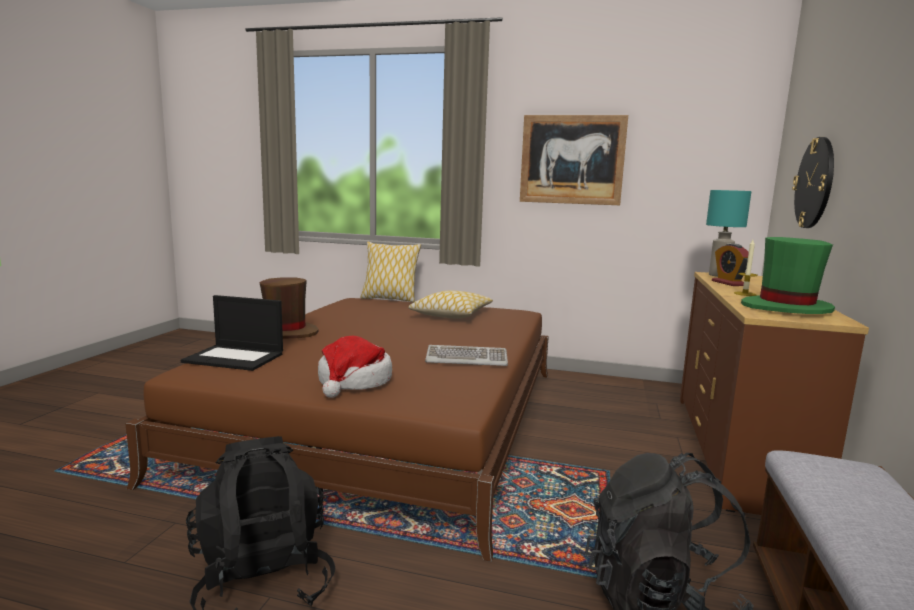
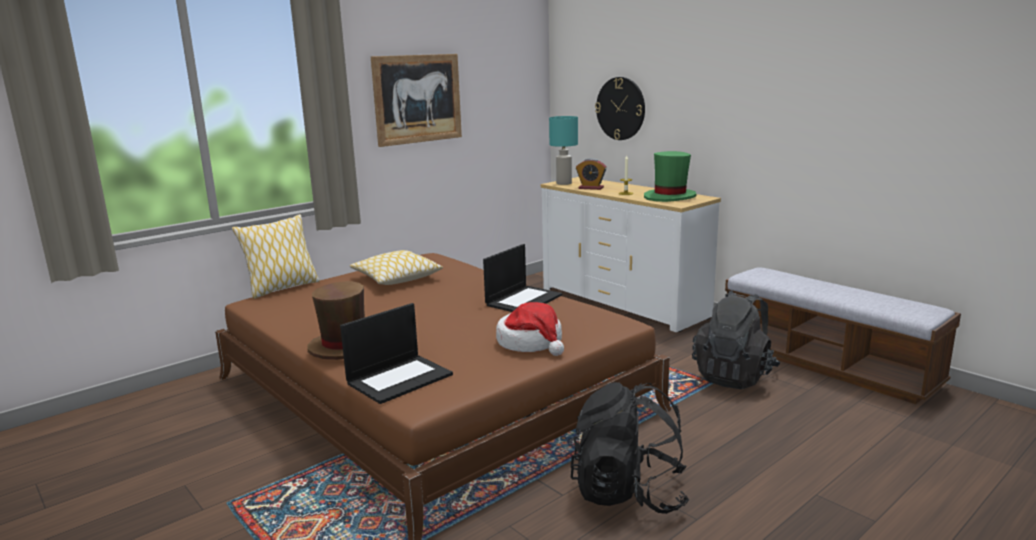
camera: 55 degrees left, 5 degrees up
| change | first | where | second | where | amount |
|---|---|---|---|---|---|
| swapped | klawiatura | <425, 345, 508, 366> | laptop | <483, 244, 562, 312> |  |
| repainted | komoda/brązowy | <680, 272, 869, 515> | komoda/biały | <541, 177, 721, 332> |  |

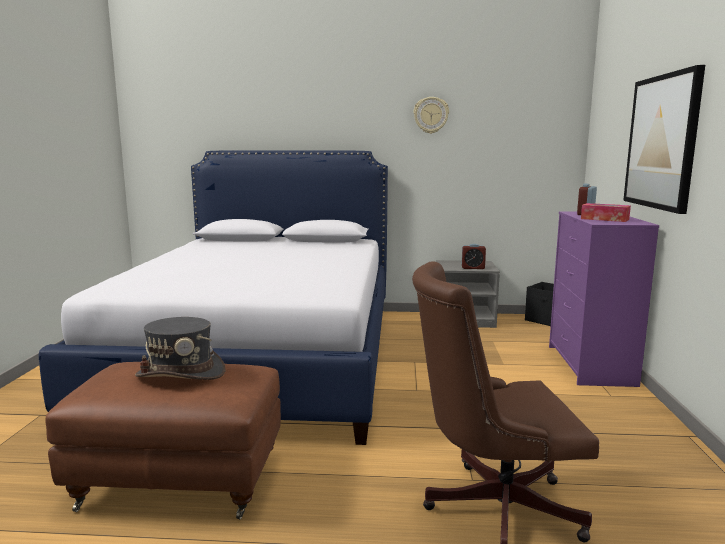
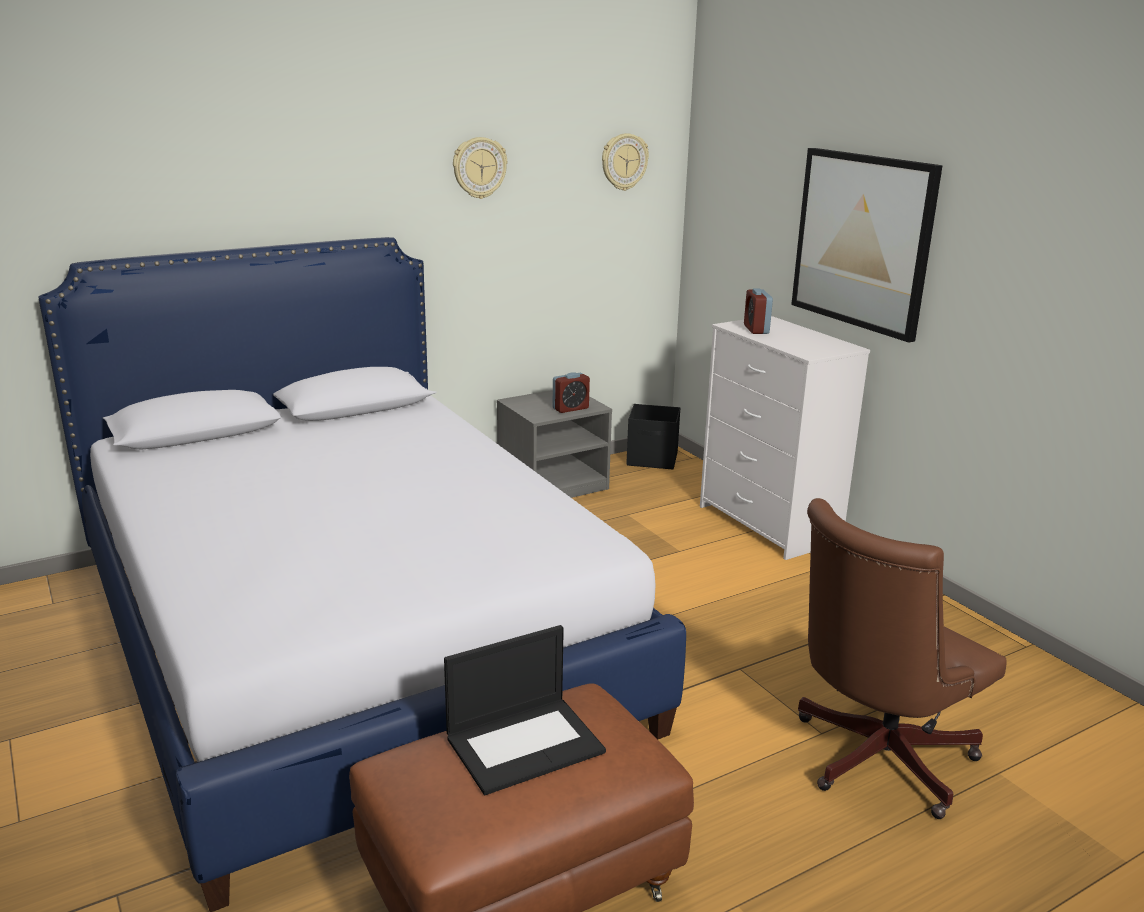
camera: 35 degrees left, 10 degrees up
| change | first | where | second | where | amount |
|---|---|---|---|---|---|
| swapped | kapelusz/szary | <135, 317, 225, 380> | laptop | <444, 625, 606, 795> |  |
| new |  |  | zegar ścienny | <602, 133, 649, 191> |  |
| repainted | komoda/fioletowy | <549, 211, 659, 387> | komoda/biały | <700, 316, 870, 560> |  |
| gone | pudełko chusteczek | <581, 203, 631, 222> |  |  |  |

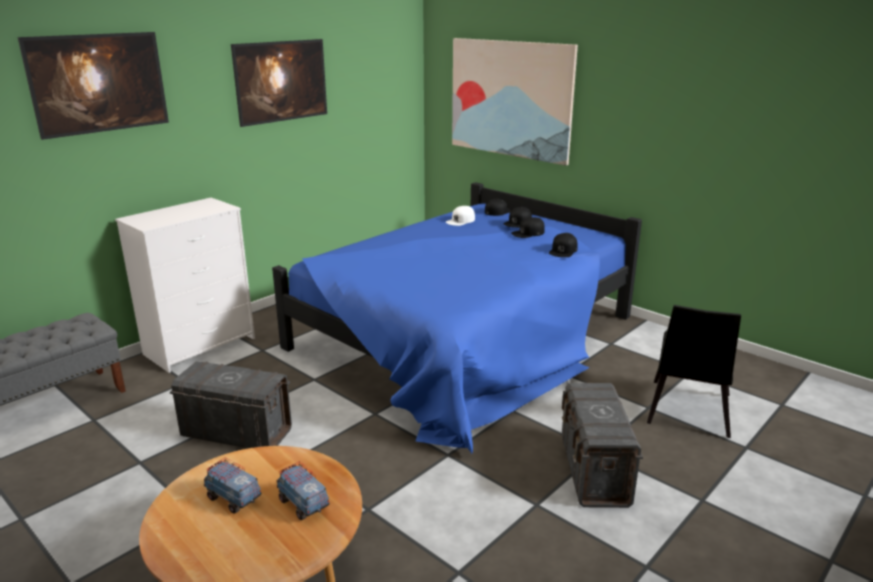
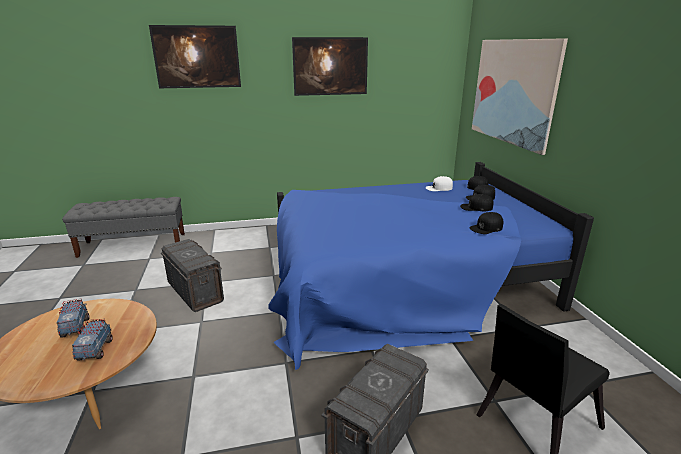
camera: 35 degrees right, 0 degrees up
| change | first | where | second | where | amount |
|---|---|---|---|---|---|
| gone | komoda/biały | <115, 198, 255, 373> |  |  |  |

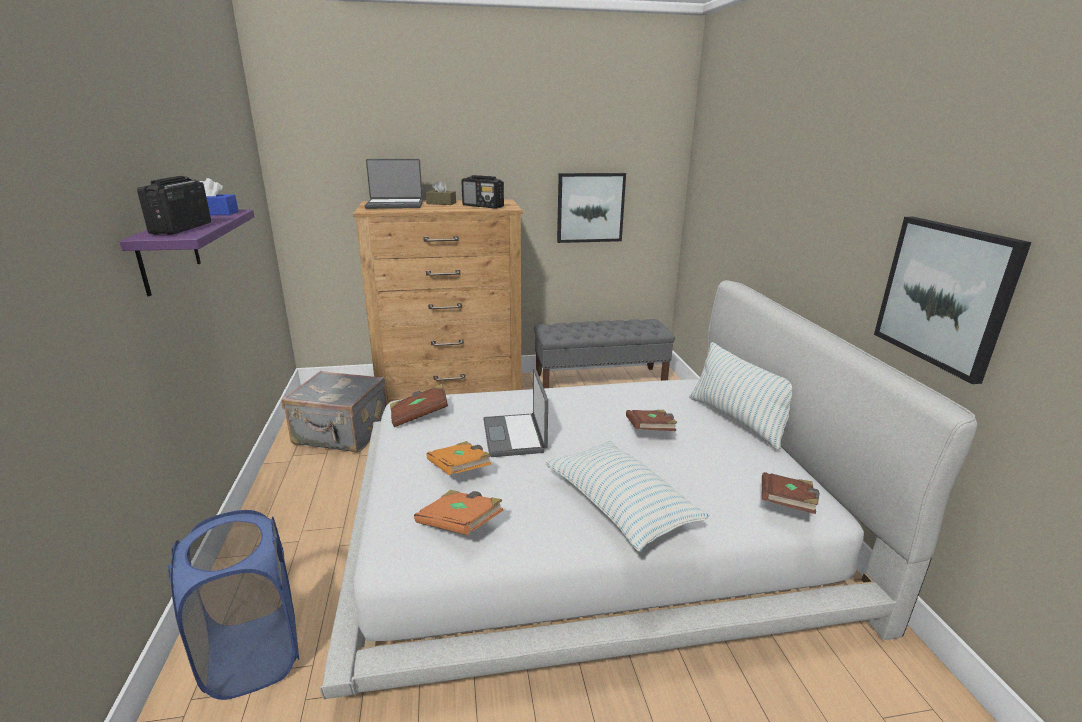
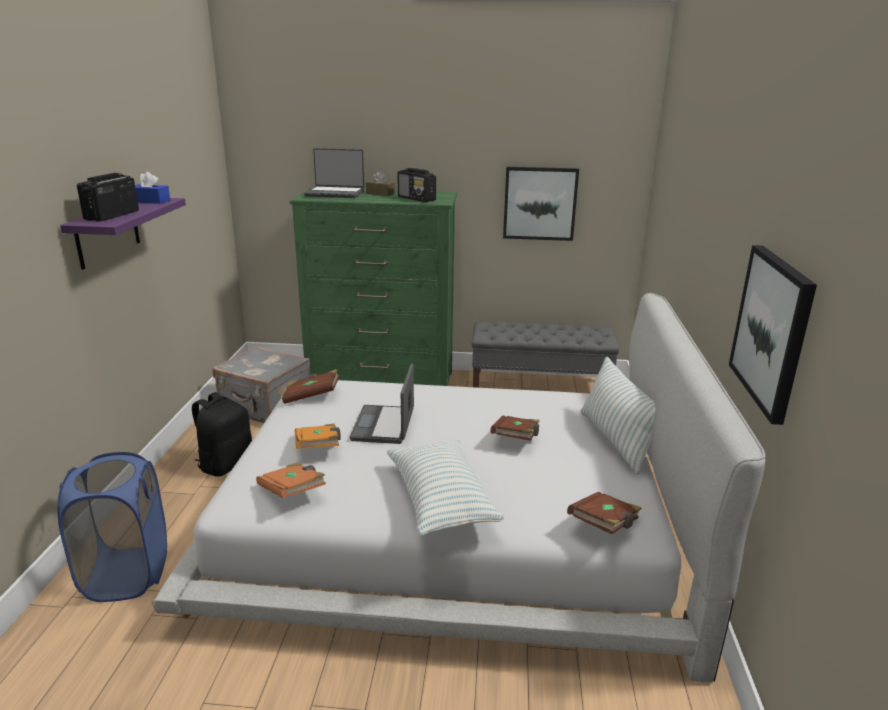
camera: 15 degrees right, 0 degrees up
| change | first | where | second | where | amount |
|---|---|---|---|---|---|
| new |  |  | plecak/czarny | <192, 392, 252, 476> |  |
| repainted | komoda/brązowy | <353, 199, 523, 405> | komoda/zielony | <290, 188, 457, 386> |  |

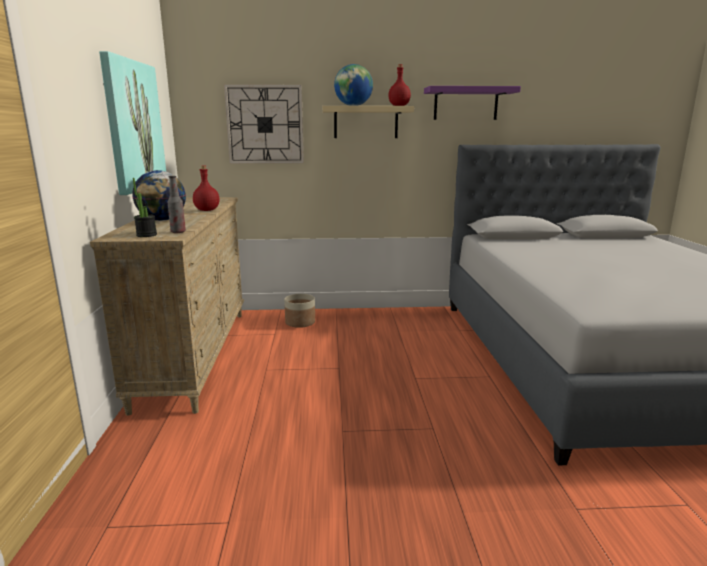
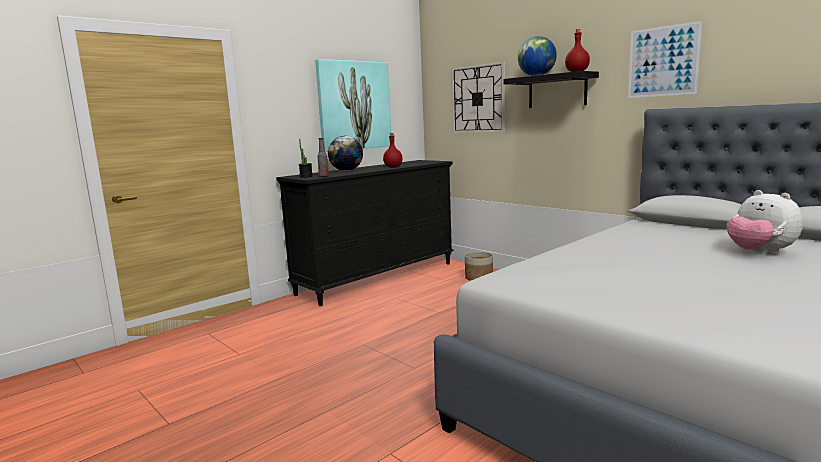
camera: 50 degrees right, 5 degrees down
| change | first | where | second | where | amount |
|---|---|---|---|---|---|
| repainted | komoda/beżowy | <90, 197, 244, 416> | komoda/czarny | <276, 160, 454, 306> |  |
| repainted | półka/beżowy | <323, 106, 414, 138> | półka/czarny | <503, 71, 599, 108> |  |
| swapped | półka/fioletowy | <424, 86, 521, 120> | obraz | <628, 21, 702, 98> |  |
| new |  |  | pluszak | <727, 190, 803, 254> |  |

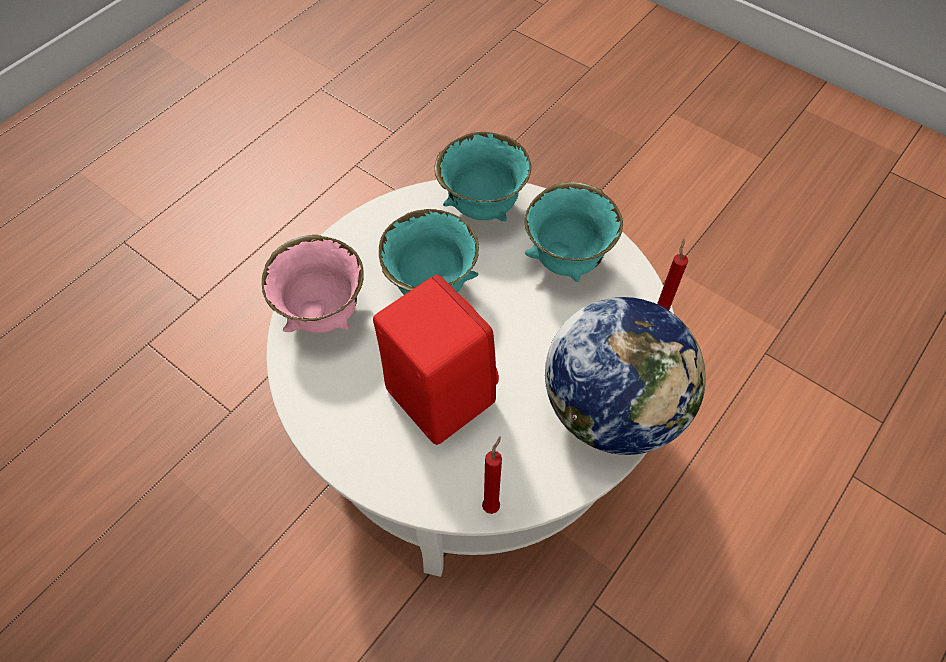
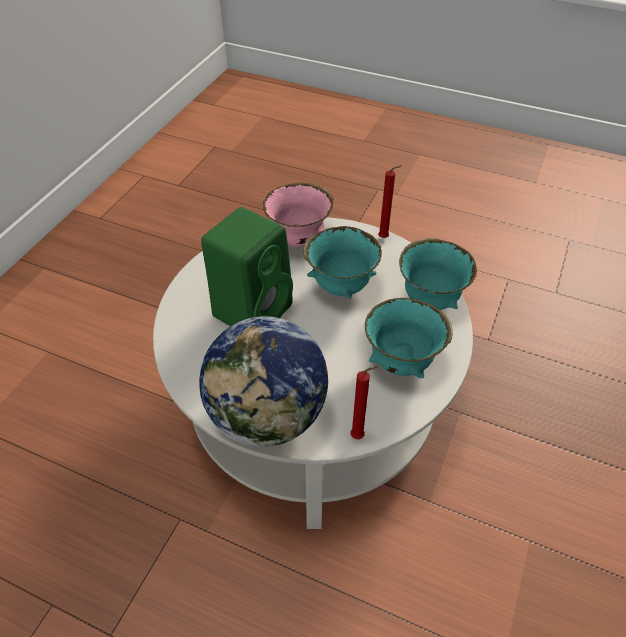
camera: 75 degrees right, 10 degrees down
| change | first | where | second | where | amount |
|---|---|---|---|---|---|
| repainted | głośnik/czerwony | <373, 275, 499, 445> | głośnik/zielony | <201, 207, 293, 326> |  |
| shifted | świeca/czerwony | <482, 436, 502, 514> |  | <378, 166, 401, 238> |  |

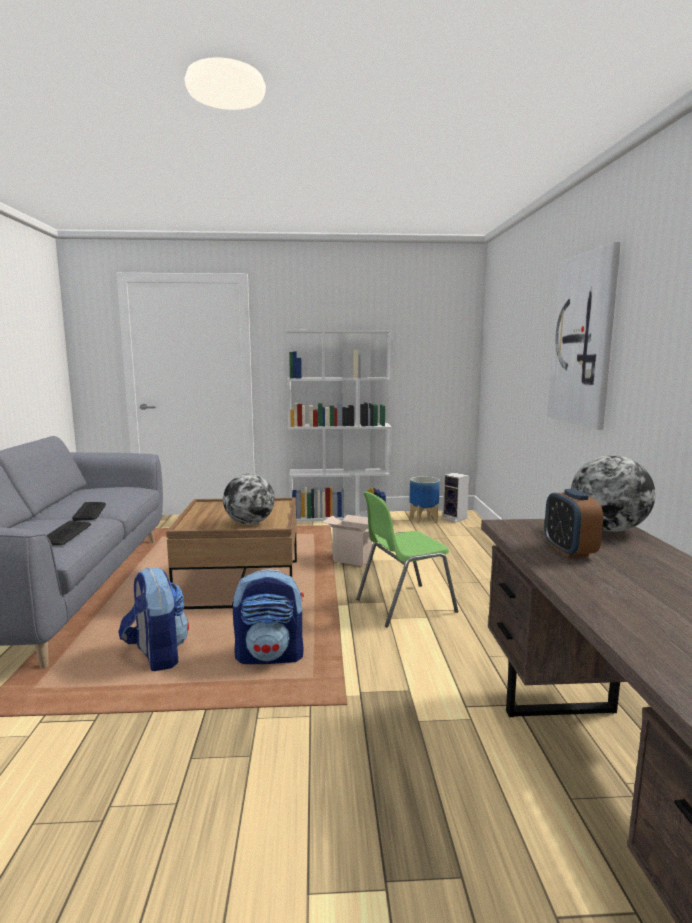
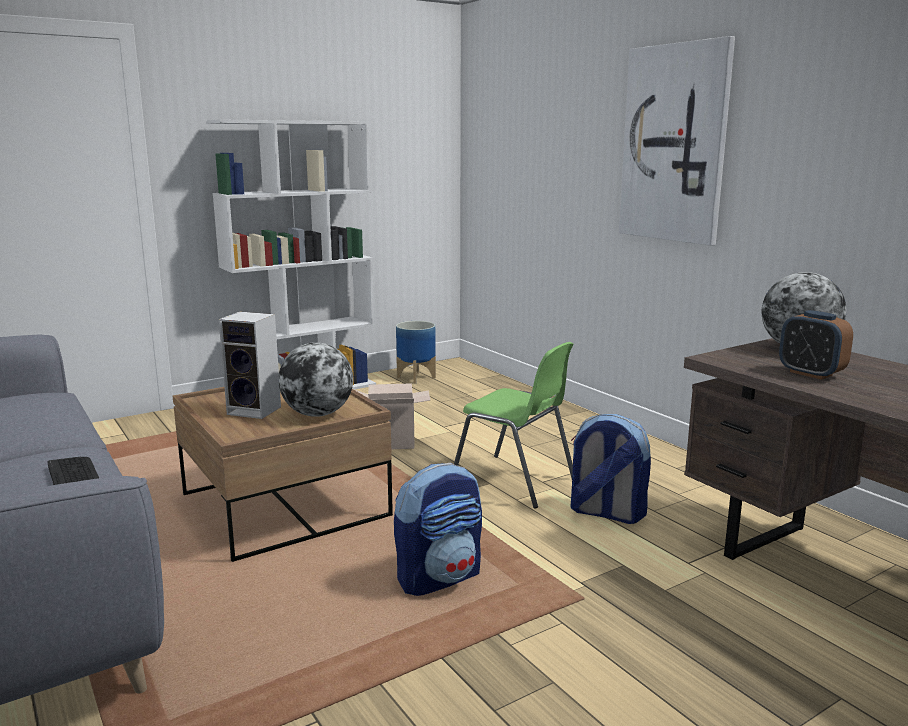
camera: 30 degrees left, 5 degrees up
| change | first | where | second | where | amount |
|---|---|---|---|---|---|
| shifted | głośnik | <442, 473, 469, 522> |  | <219, 312, 281, 419> |  |
| rotated | krzesło/zielony | <356, 492, 458, 627> |  | <454, 342, 573, 508> | 90 degrees counterclockwise |
| shifted | plecak | <118, 567, 189, 671> |  | <571, 414, 651, 524> |  |
| gone | klawiatura | <72, 502, 106, 521> |  |  |  |

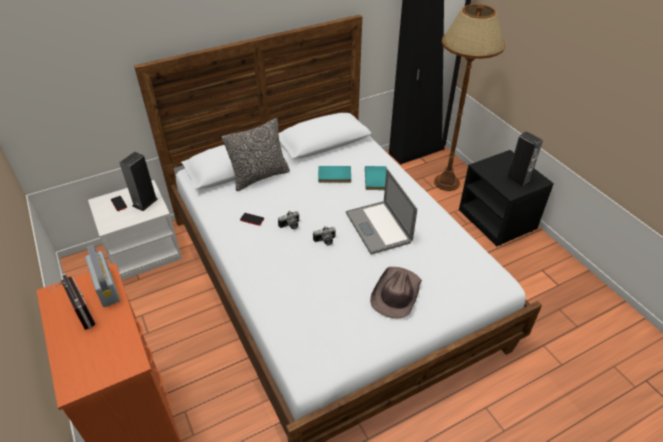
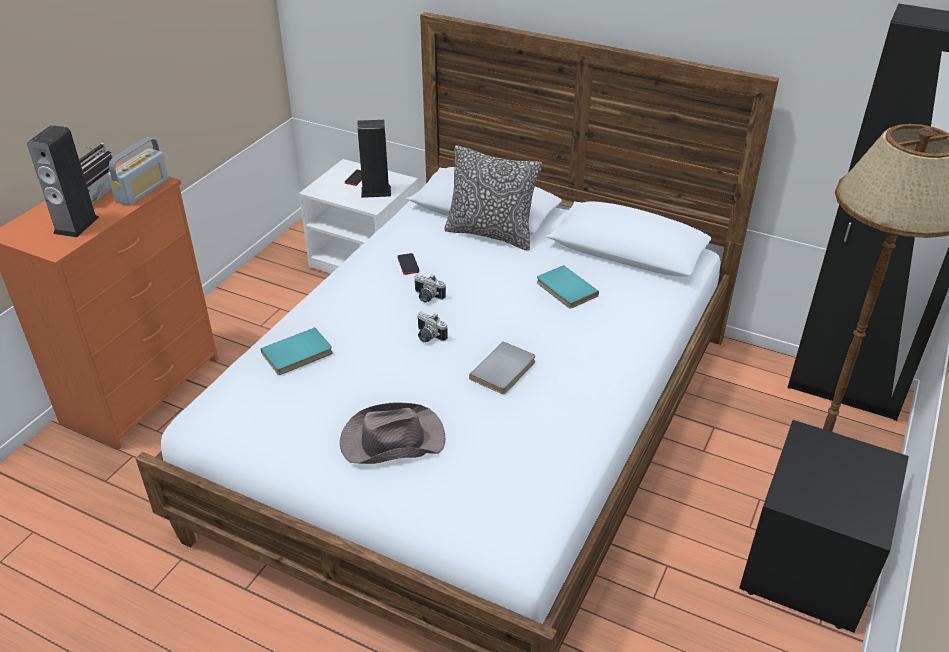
camera: 55 degrees right, 5 degrees down
| change | first | where | second | where | amount |
|---|---|---|---|---|---|
| shifted | głośnik | <506, 132, 543, 189> |  | <27, 125, 99, 238> |  |
| shifted | książka/turkusowy | <365, 166, 387, 190> |  | <261, 327, 333, 375> |  |
| swapped | laptop | <346, 169, 417, 254> | książka/szary | <469, 342, 535, 394> |  |

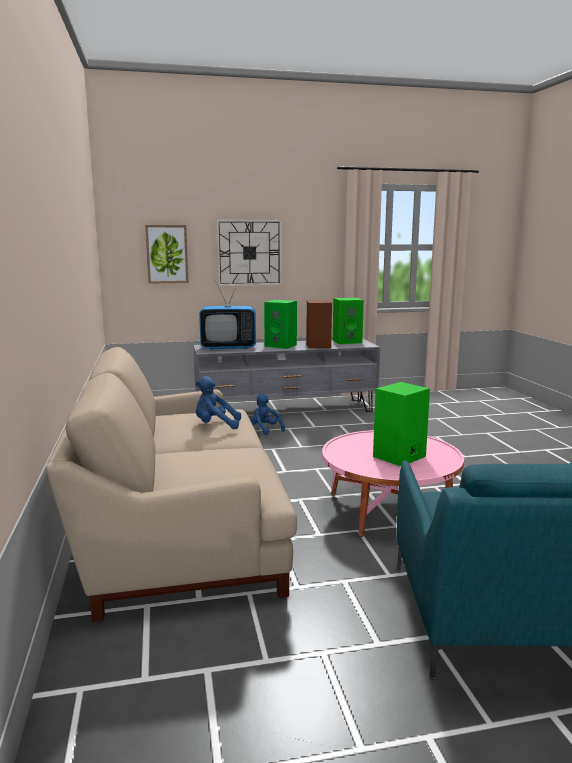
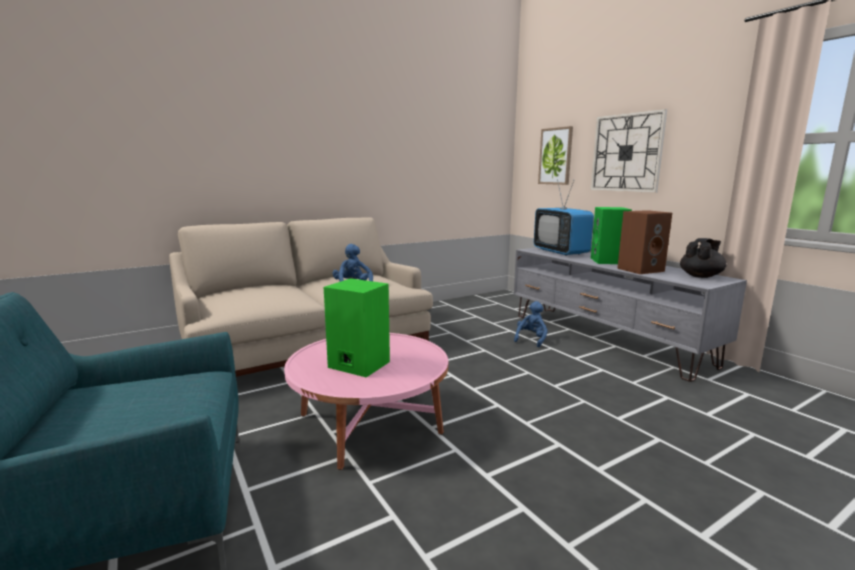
camera: 70 degrees right, 0 degrees up
| change | first | where | second | where | amount |
|---|---|---|---|---|---|
| swapped | głośnik/zielony | <333, 298, 364, 344> | imbryk/czarny | <680, 238, 726, 278> |  |

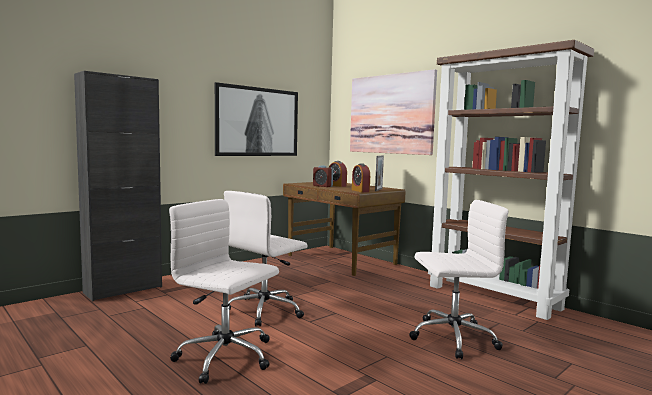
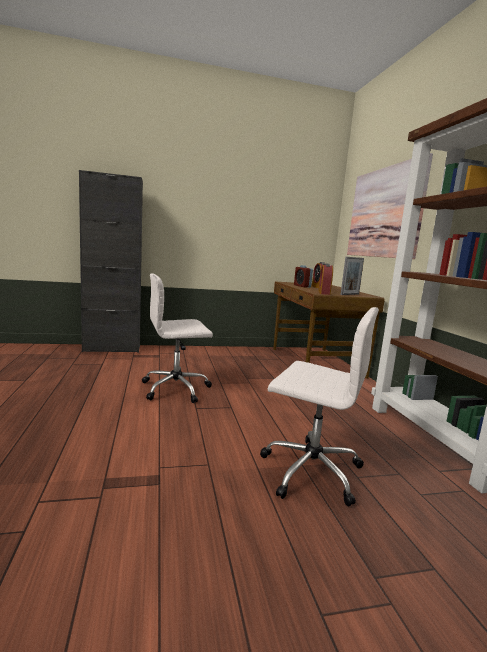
camera: 30 degrees right, 5 degrees up
| change | first | where | second | where | amount |
|---|---|---|---|---|---|
| gone | krzesło biurowe/biały | <169, 199, 279, 384> |  |  |  |
| gone | obraz | <215, 82, 298, 156> |  |  |  |

